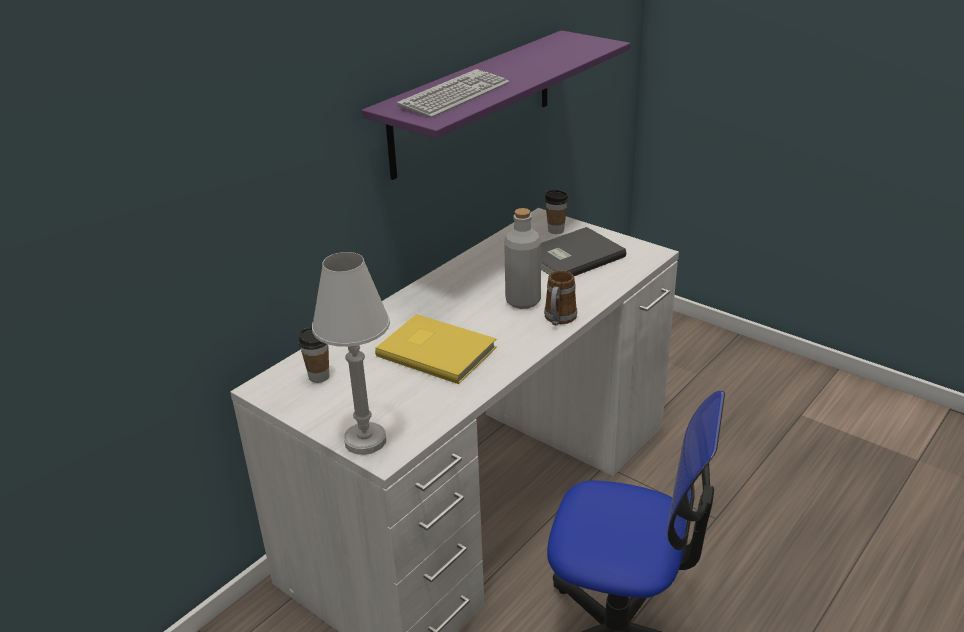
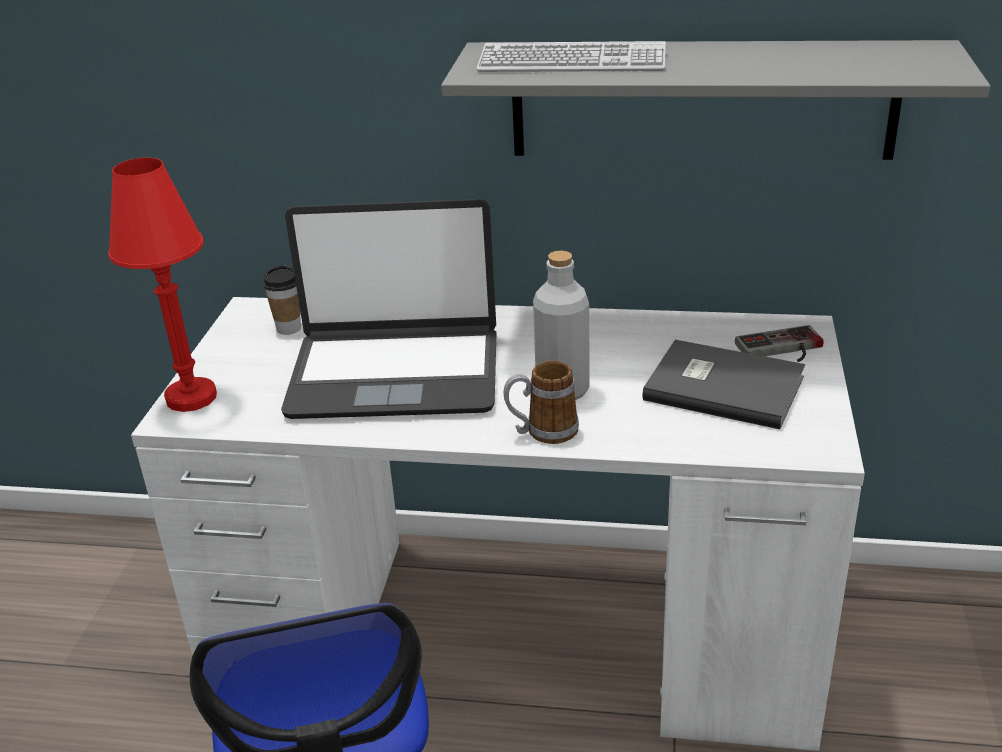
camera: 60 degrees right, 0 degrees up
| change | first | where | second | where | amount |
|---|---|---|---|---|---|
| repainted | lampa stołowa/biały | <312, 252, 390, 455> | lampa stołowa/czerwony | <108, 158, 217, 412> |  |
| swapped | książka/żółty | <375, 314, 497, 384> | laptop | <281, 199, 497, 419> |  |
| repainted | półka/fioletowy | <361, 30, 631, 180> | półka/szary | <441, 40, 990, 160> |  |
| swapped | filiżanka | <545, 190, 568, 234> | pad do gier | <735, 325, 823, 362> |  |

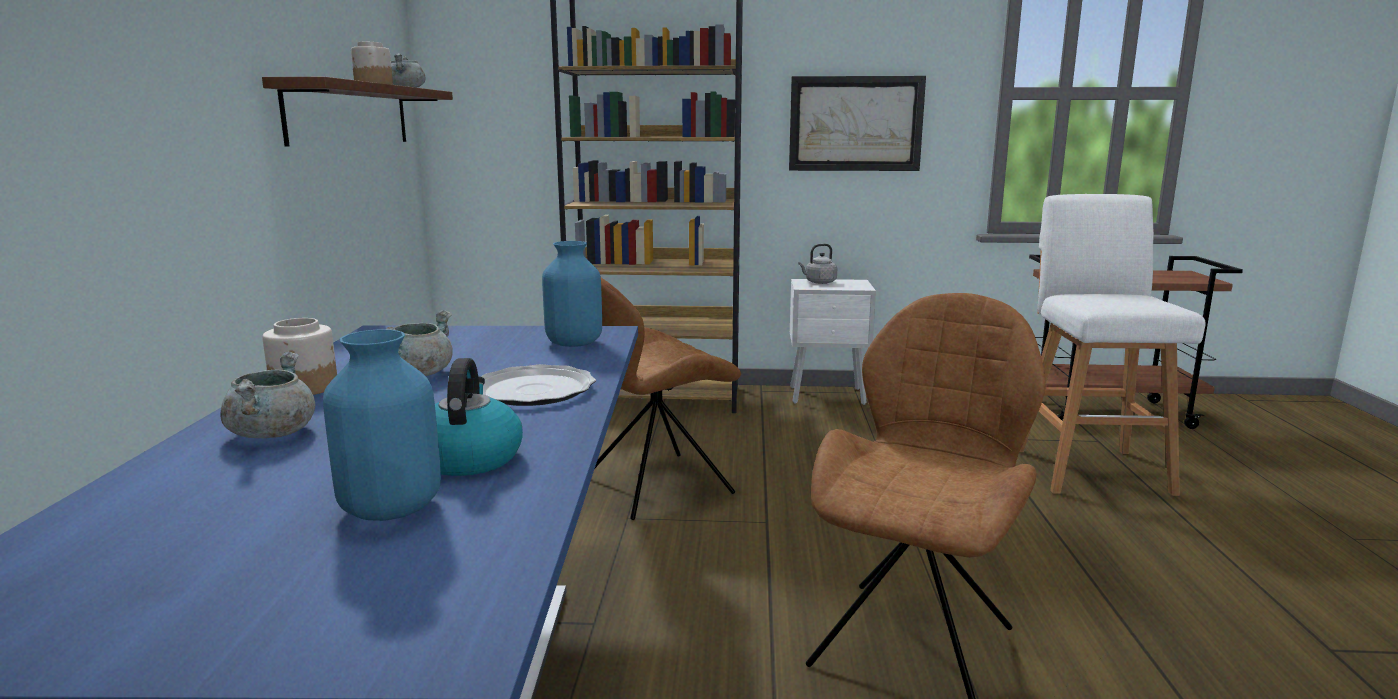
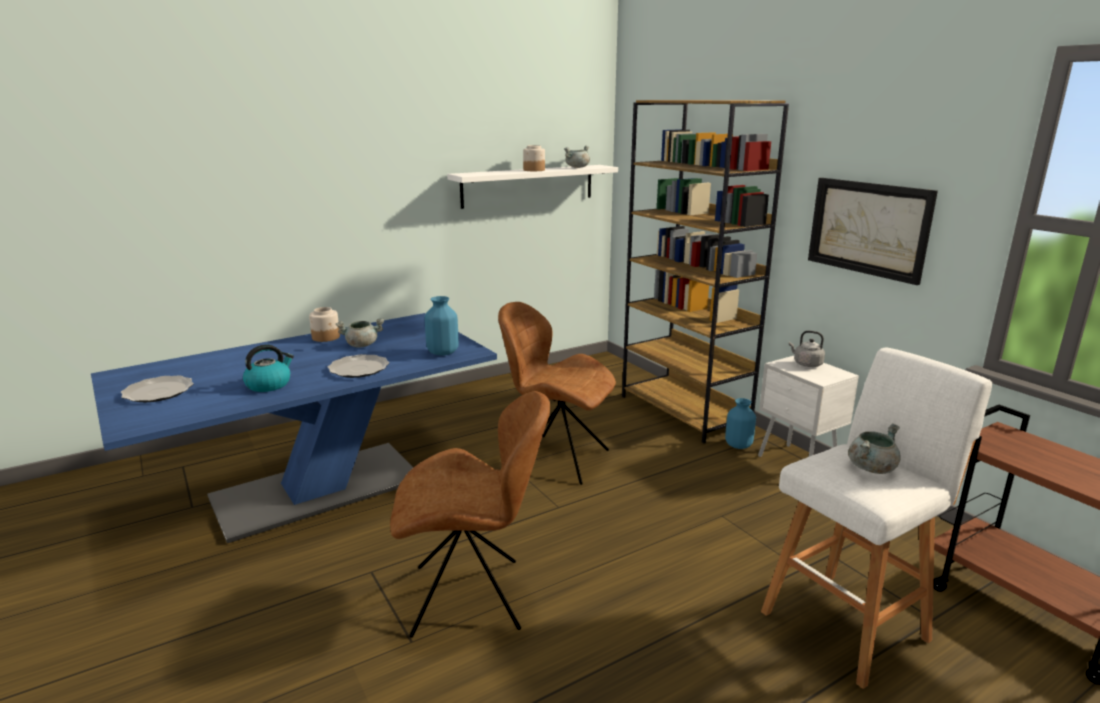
camera: 55 degrees right, 5 degrees up
| change | first | where | second | where | amount |
|---|---|---|---|---|---|
| new |  |  | talerz | <121, 376, 194, 402> |  |
| repainted | półka/brązowy | <262, 77, 453, 146> | półka/biały | <447, 165, 618, 209> |  |
| shifted | wazon/niebieski | <323, 329, 441, 521> |  | <725, 398, 756, 449> |  |
| shifted | garnek/szary | <221, 352, 315, 438> |  | <848, 423, 901, 474> |  |

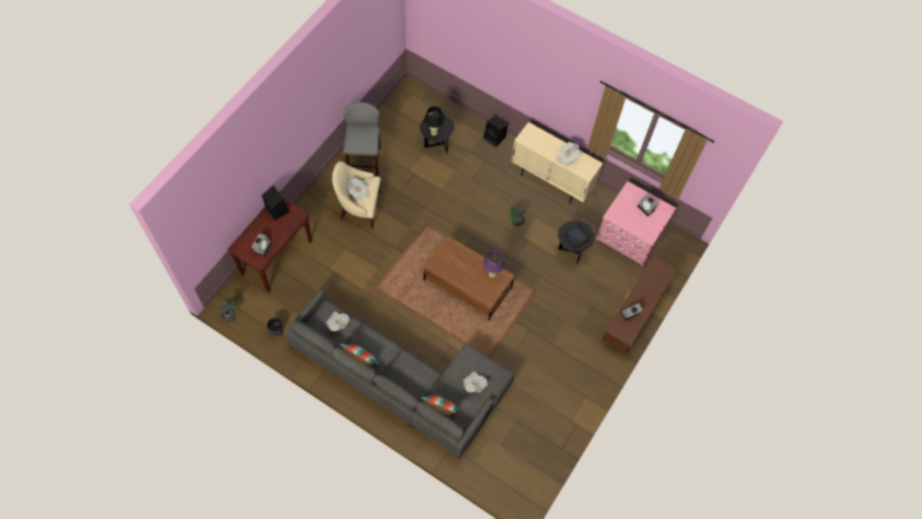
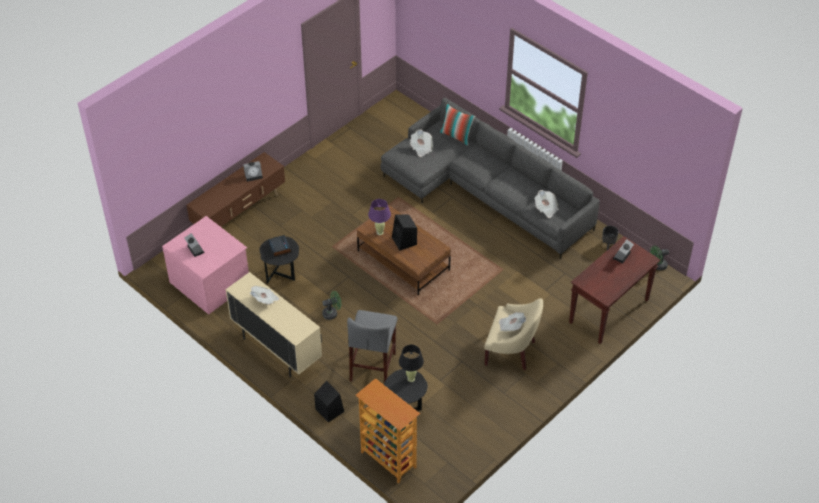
camera: 165 degrees left, 15 degrees down
| change | first | where | second | where | amount |
|---|---|---|---|---|---|
| shifted | stołek/szary | <343, 102, 381, 177> |  | <347, 310, 397, 383> |  |
| new |  |  | regał | <356, 378, 420, 484> |  |
| shifted | głośnik/czarny | <262, 185, 290, 221> |  | <392, 214, 417, 250> |  |
| gone | poduszka | <341, 344, 380, 366> |  |  |  |

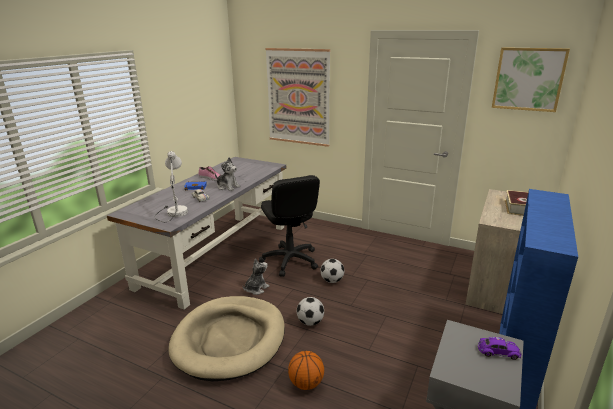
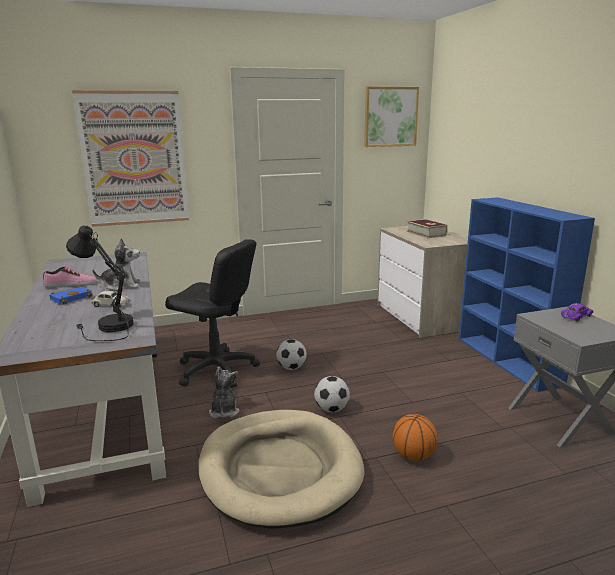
camera: 45 degrees left, 5 degrees down
| change | first | where | second | where | amount |
|---|---|---|---|---|---|
| repainted | lampa stołowa/biały | <154, 151, 188, 222> | lampa stołowa/czarny | <66, 225, 134, 341> |  |

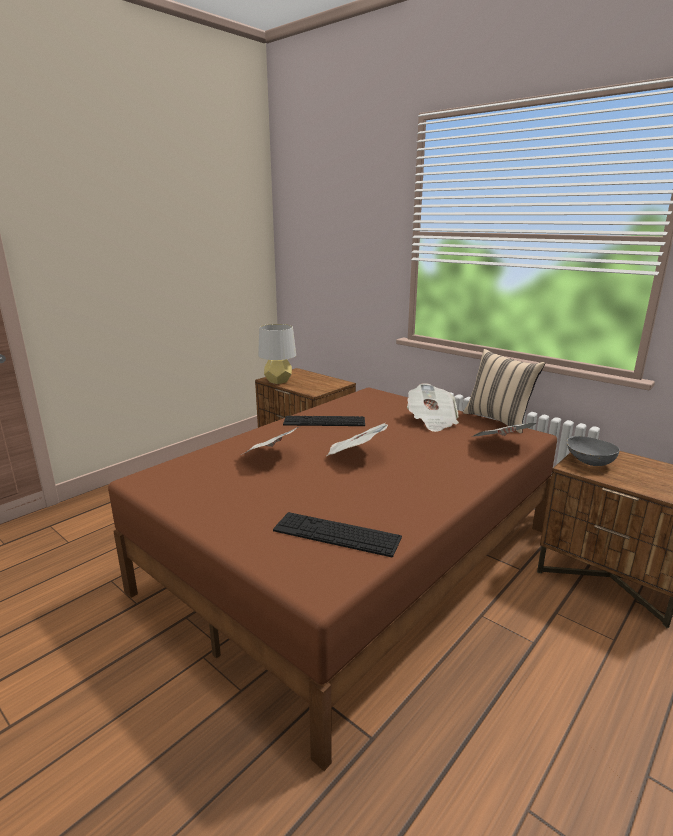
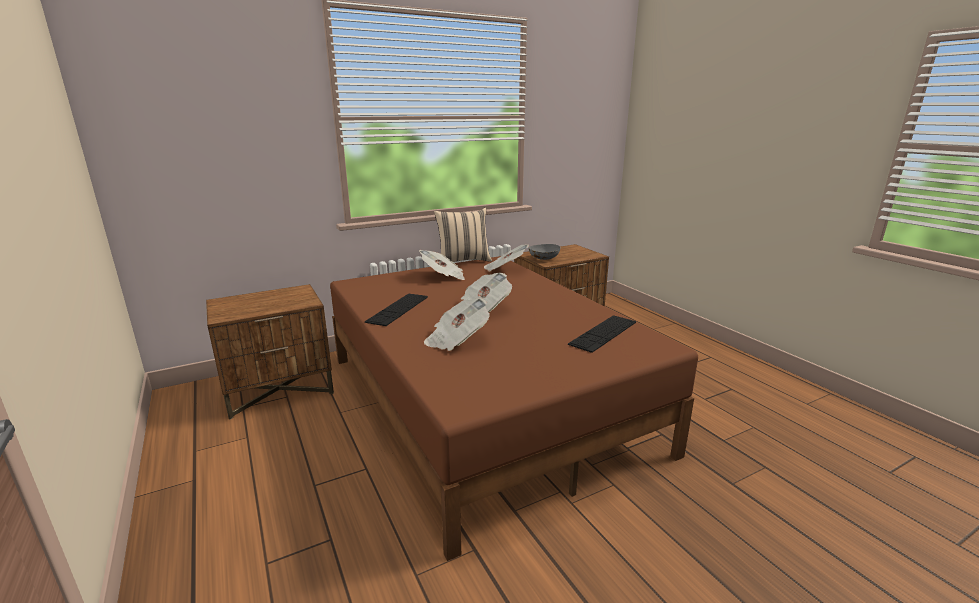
camera: 70 degrees left, 0 degrees up
| change | first | where | second | where | amount |
|---|---|---|---|---|---|
| gone | lampa stołowa/szary | <258, 324, 296, 384> |  |  |  |

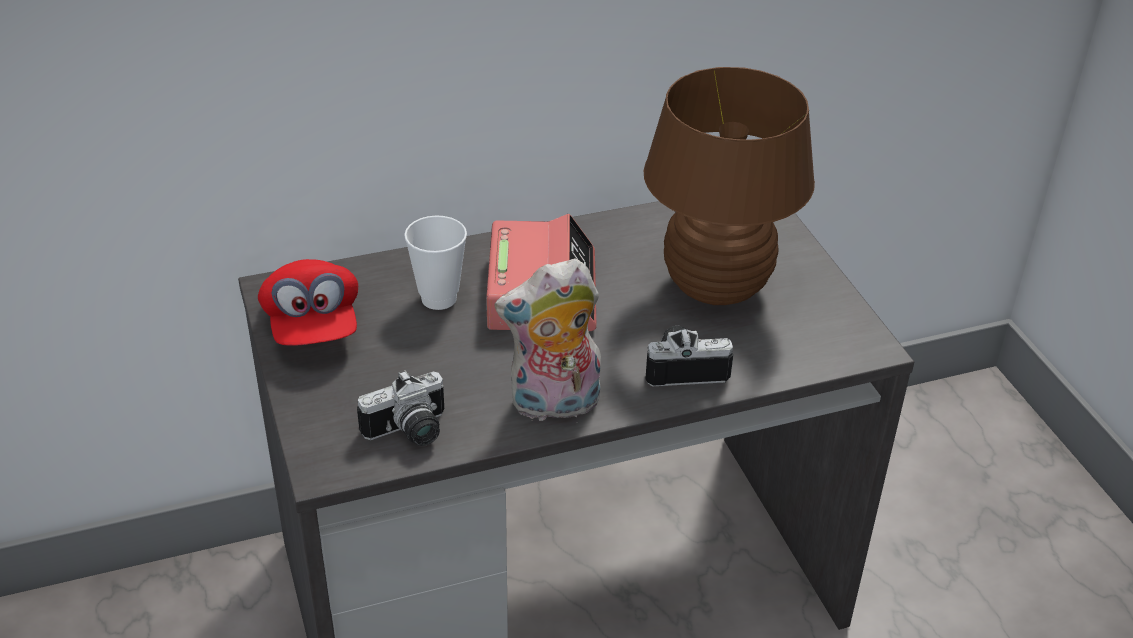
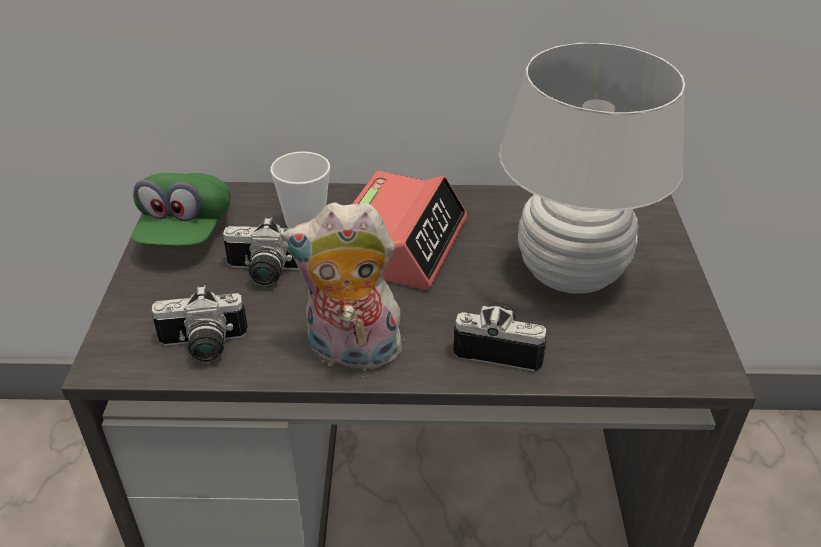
camera: 20 degrees right, 0 degrees up
| change | first | where | second | where | amount |
|---|---|---|---|---|---|
| repainted | czapka z daszkiem/czerwony | <258, 259, 358, 346> | czapka z daszkiem/zielony | <131, 173, 231, 246> |  |
| new |  |  | aparat fotograficzny | <223, 217, 299, 286> |  |
| repainted | lampa stołowa/brązowy | <644, 67, 815, 305> | lampa stołowa/biały | <499, 43, 685, 293> |  |

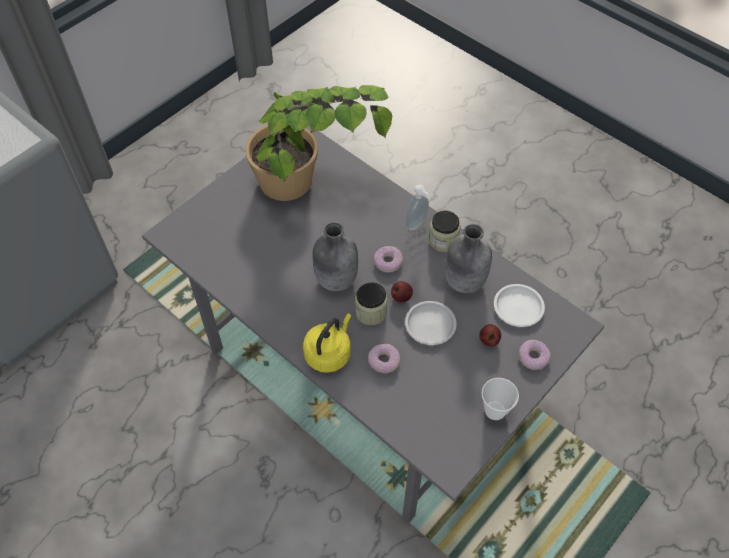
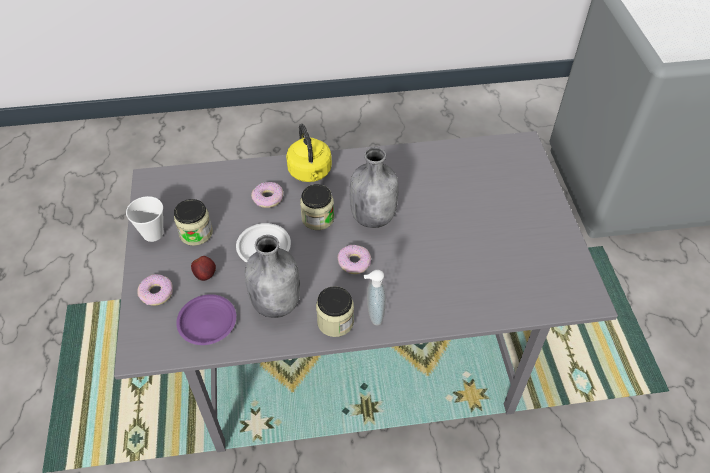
camera: 130 degrees right, 5 degrees down
| change | first | where | second | where | amount |
|---|---|---|---|---|---|
| new |  |  | słoik | <174, 199, 213, 246> |  |
| repainted | talerz/biały | <494, 284, 545, 327> | talerz/fioletowy | <176, 294, 236, 345> |  |
| gone | roślina doniczkowa | <245, 85, 392, 201> |  |  |  |
| gone | jabłko | <391, 281, 413, 302> |  |  |  |

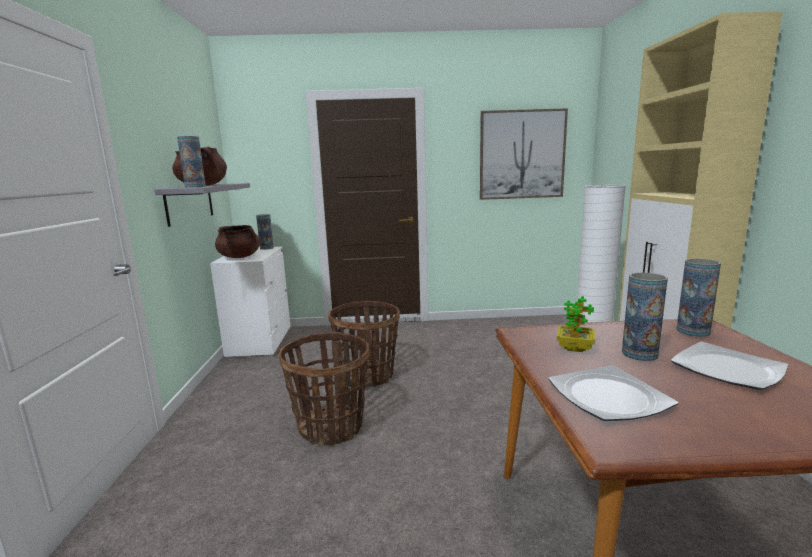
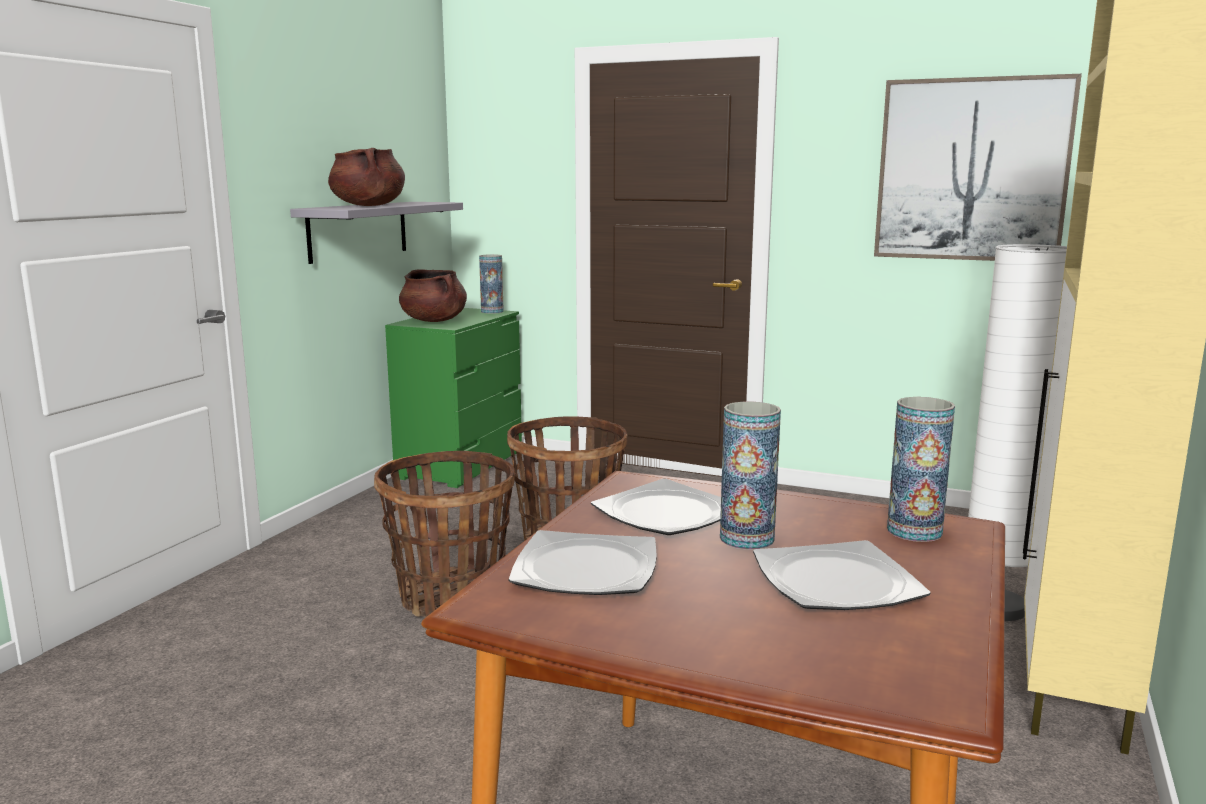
camera: 25 degrees right, 0 degrees up
| change | first | where | second | where | amount |
|---|---|---|---|---|---|
| repainted | komoda/biały | <210, 247, 291, 359> | komoda/zielony | <385, 308, 522, 488> |  |
| swapped | roślina doniczkowa | <557, 296, 595, 352> | talerz | <591, 478, 721, 535> |  |
| gone | wazon | <177, 136, 206, 188> |  |  |  |

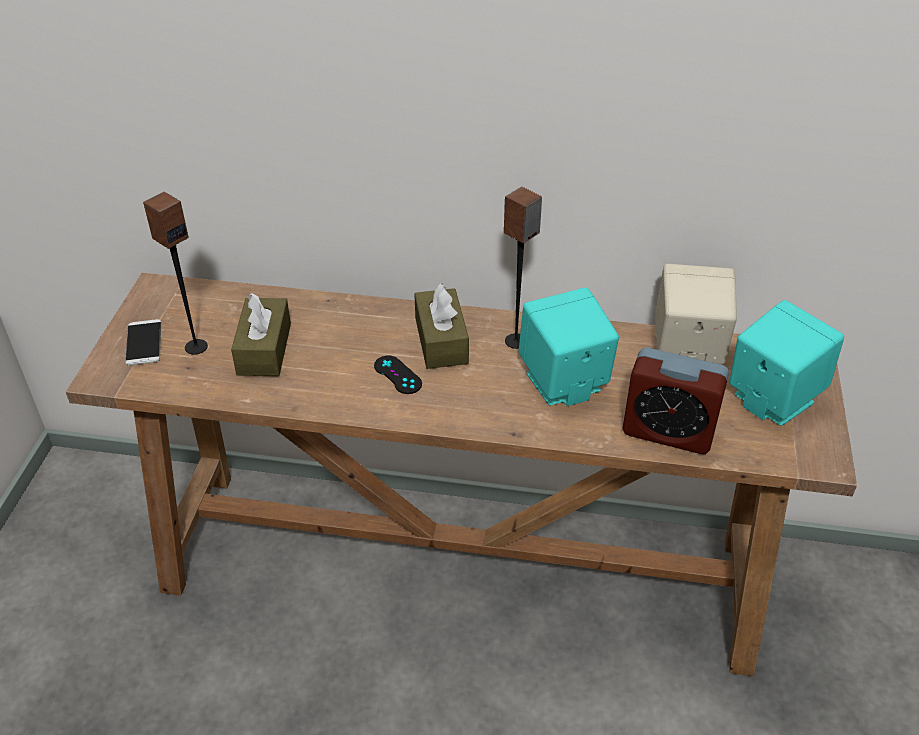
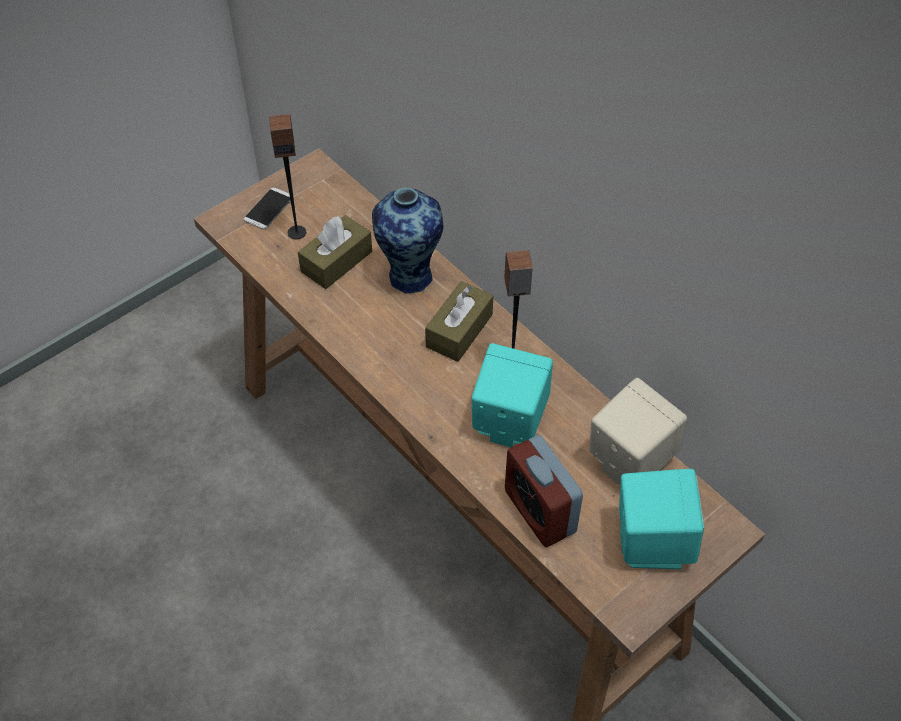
camera: 40 degrees right, 10 degrees up
| change | first | where | second | where | amount |
|---|---|---|---|---|---|
| new |  |  | wazon | <372, 187, 443, 294> |  |
| gone | pad do gier/czarny | <374, 356, 422, 394> |  |  |  |

